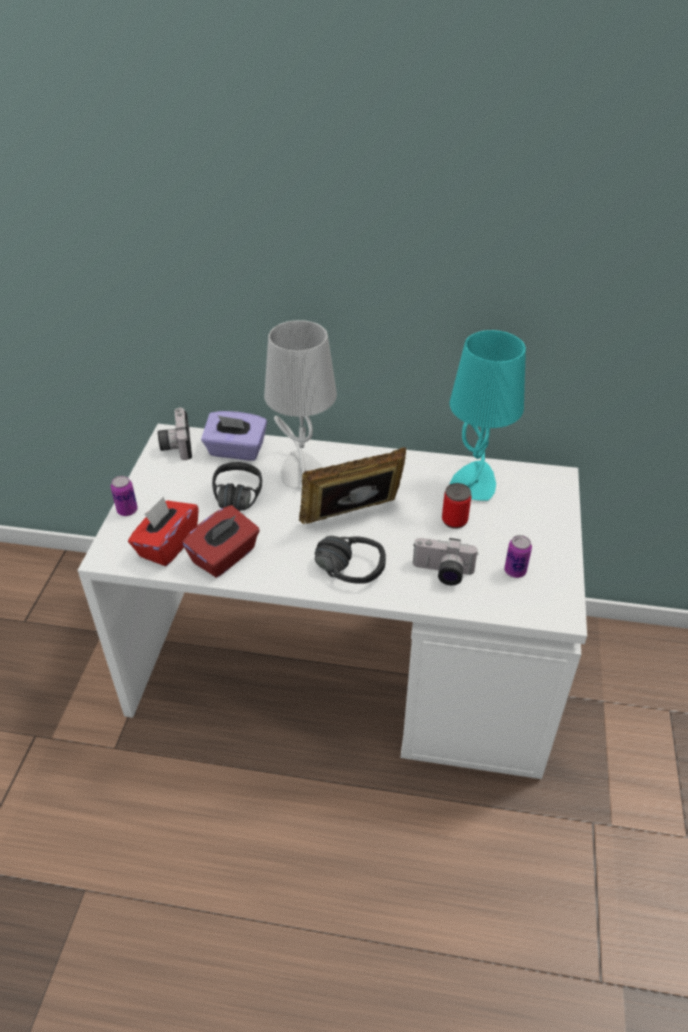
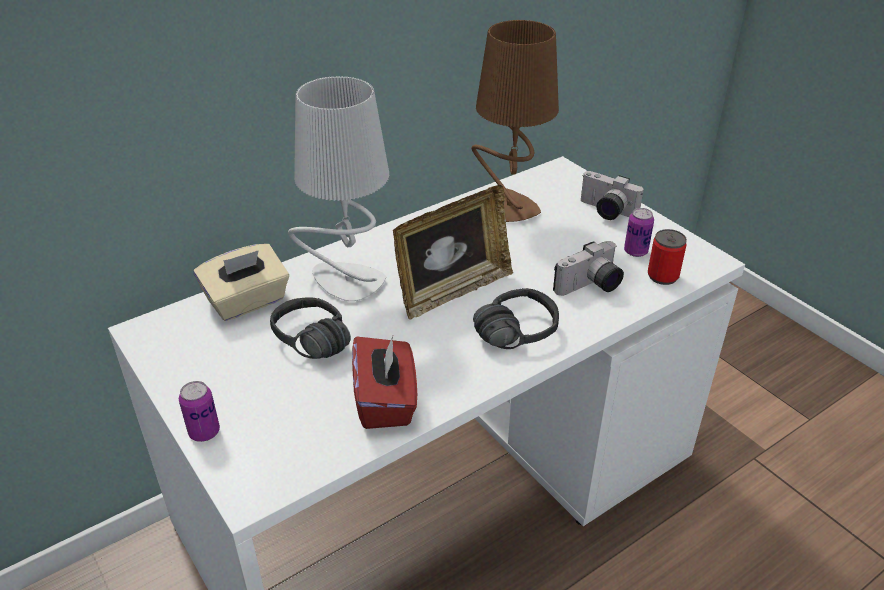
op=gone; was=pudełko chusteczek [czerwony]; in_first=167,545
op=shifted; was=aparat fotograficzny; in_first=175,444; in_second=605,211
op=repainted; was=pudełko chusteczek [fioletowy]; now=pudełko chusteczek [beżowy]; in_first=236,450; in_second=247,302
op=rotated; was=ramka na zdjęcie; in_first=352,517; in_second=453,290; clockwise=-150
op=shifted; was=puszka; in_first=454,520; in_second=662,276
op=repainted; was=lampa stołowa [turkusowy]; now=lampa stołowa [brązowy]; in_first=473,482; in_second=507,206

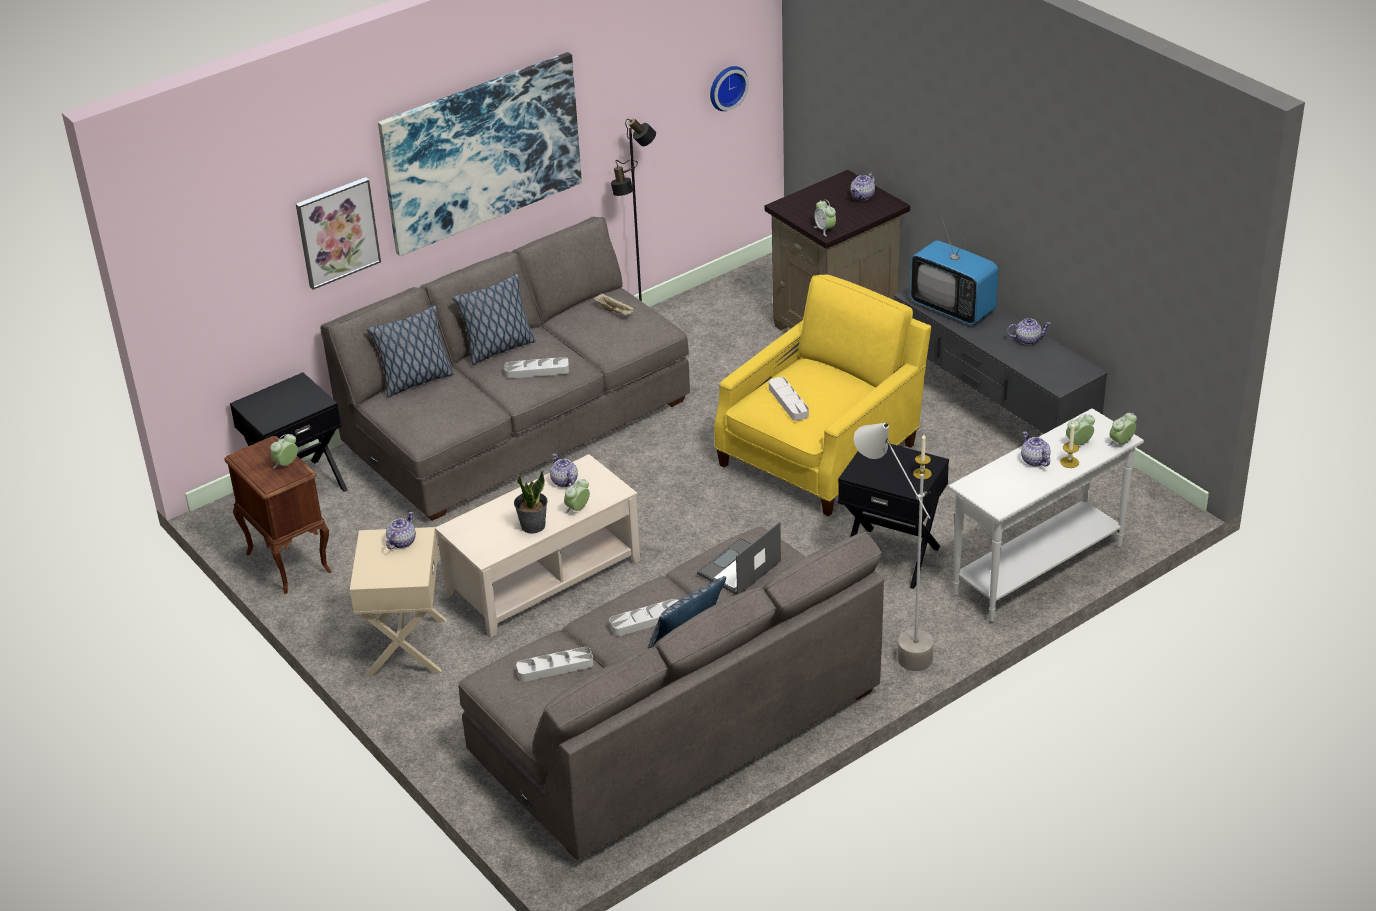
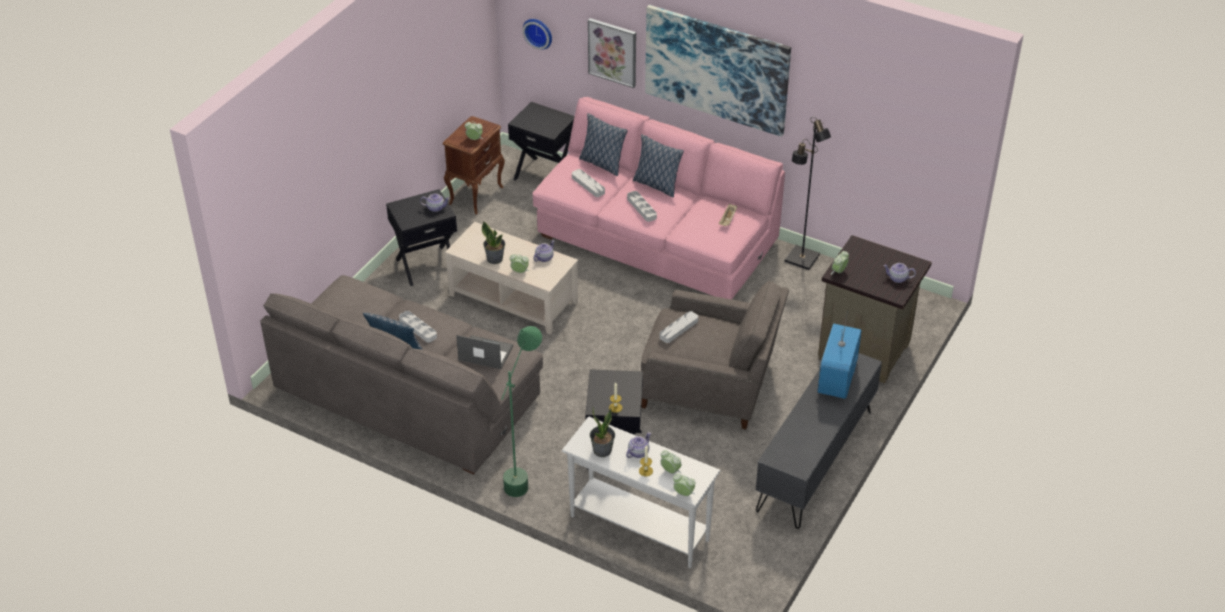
op=repainted; was=kanapa [szary]; now=kanapa [różowy]; in_first=516,425; in_second=655,239
op=repainted; was=stolik [beżowy]; now=stolik [czarny]; in_first=405,646; in_second=426,265
op=shifted; was=taca [szary]; in_first=555,667; in_second=588,185
op=shifted; was=zegar ścienny; in_first=726,87; in_second=538,32
op=repainted; was=fotel [żółty]; now=fotel [szary]; in_first=821,452; in_second=710,385
op=repainted; was=lampa stojąca [szary]; now=lampa stojąca [zielony]; in_first=892,645; in_second=524,473
op=gone; was=imbryk; in_first=1027,339
op=new; now=roślina doniczkowa; in_second=602,450

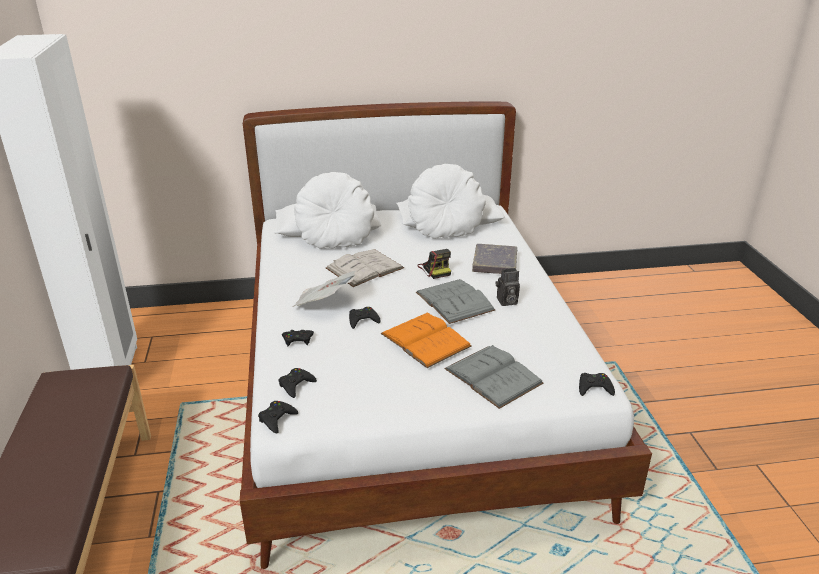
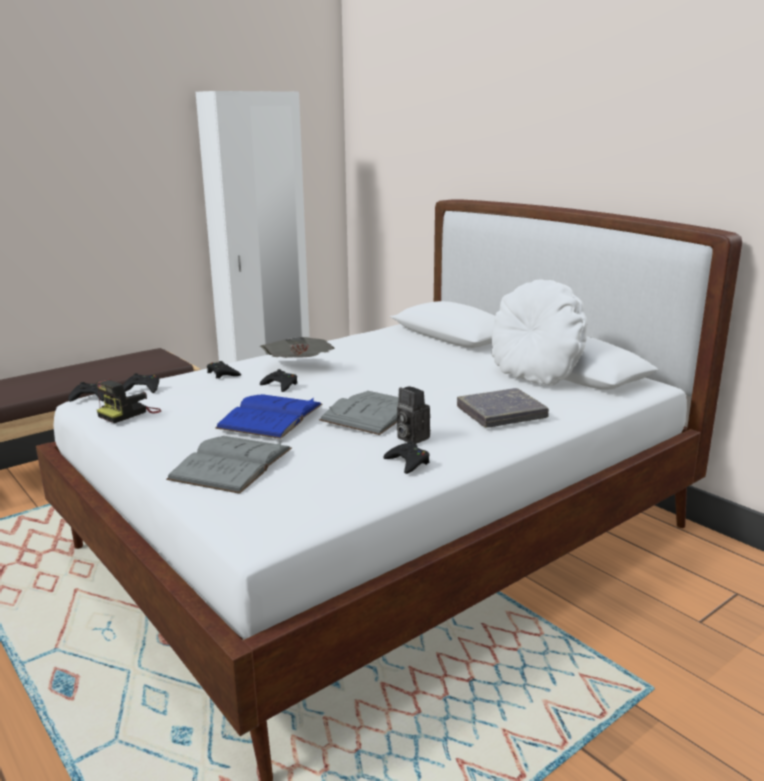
op=gone; was=poduszka [biały]; in_first=336,243
op=gone; was=książka [biały]; in_first=364,268
op=repainted; was=książka [pomarańczowy]; now=książka [niebieski]; in_first=425,340; in_second=270,416
op=shifted; was=aparat fotograficzny; in_first=435,269; in_second=129,413
op=shifted; was=pad do gier [czarny]; in_first=594,388; in_second=408,462

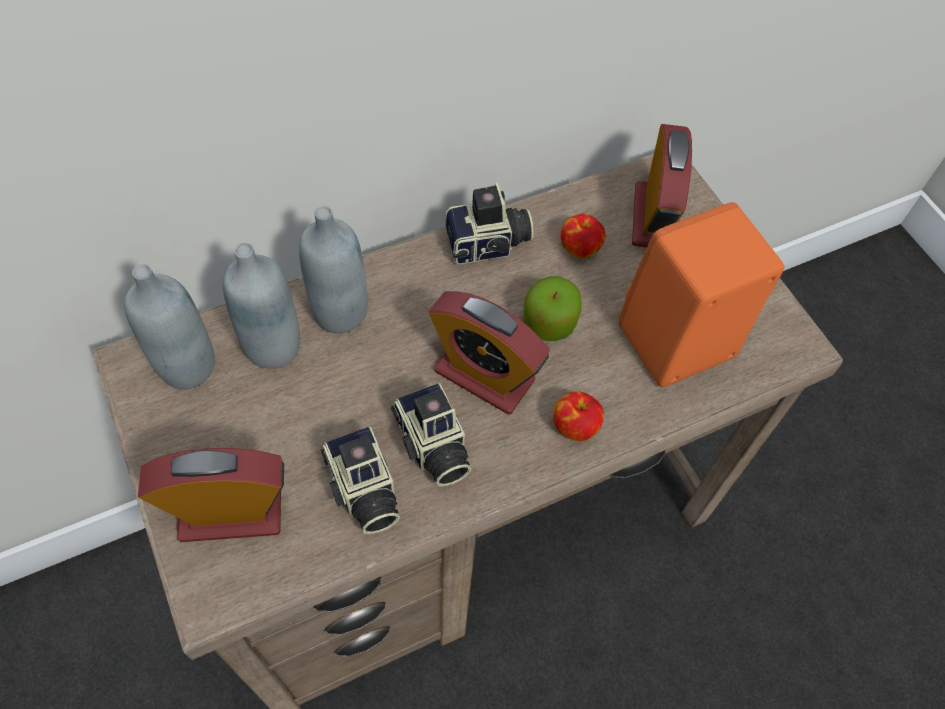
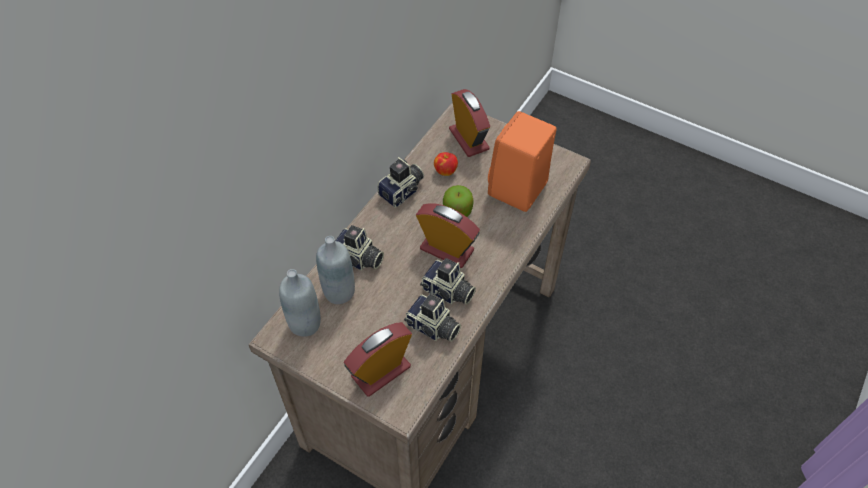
op=swapped; was=butelka [szary]; now=aparat fotograficzny; in_first=340,312; in_second=358,259
op=rotated; was=budzik; in_first=484,375; in_second=446,249; clockwise=-150
op=gone; was=jabłko; in_first=575,426

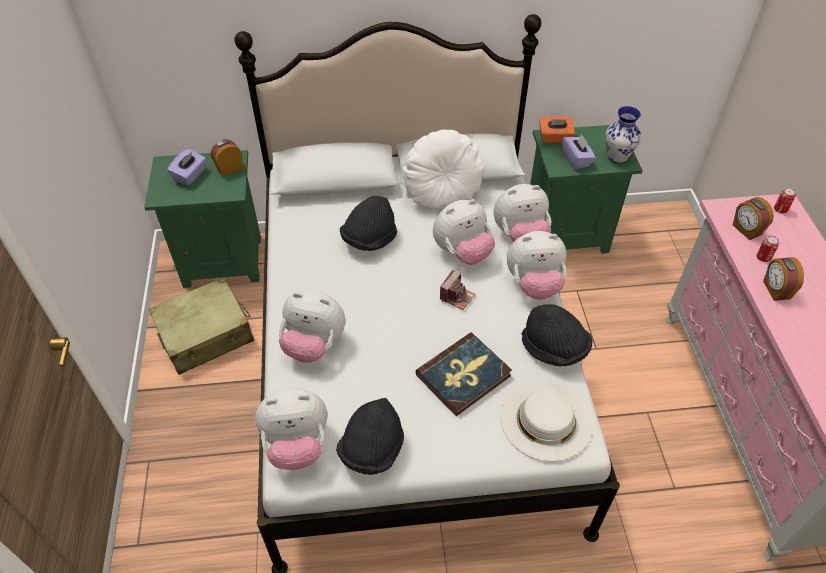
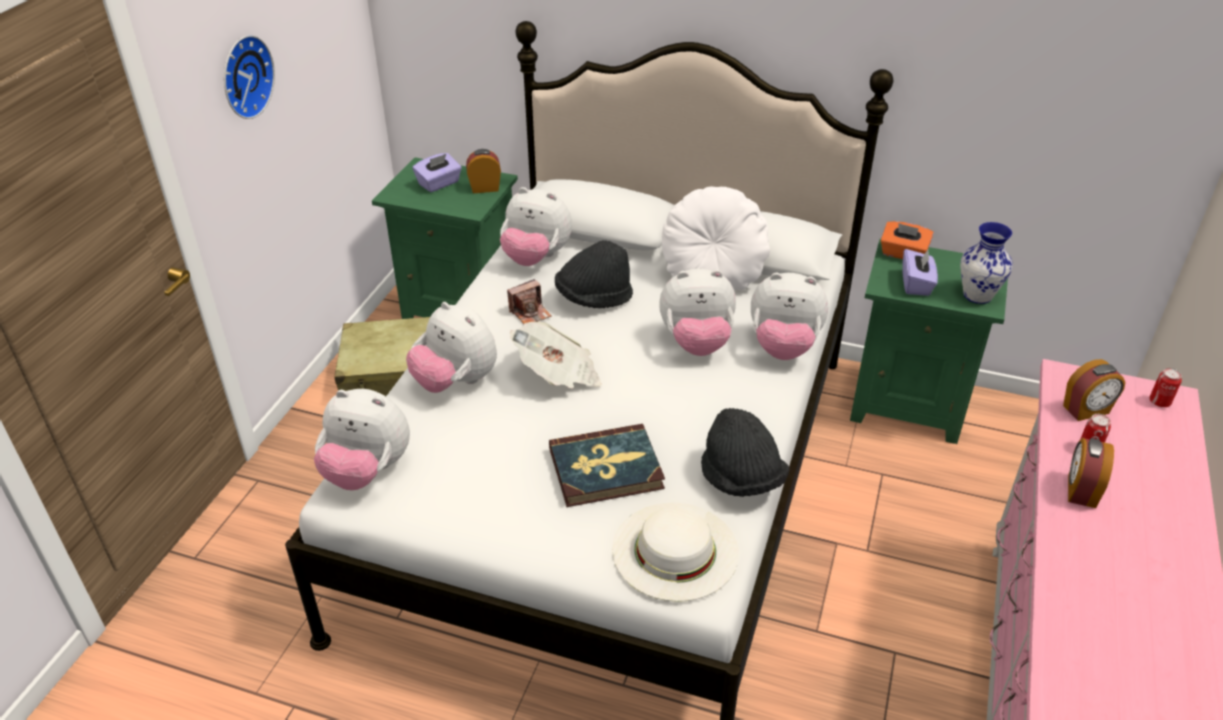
op=gone; was=kapelusz [czarny]; in_first=372,449
op=shifted; was=aparat fotograficzny; in_first=457,296; in_second=530,313
op=shifted; was=pluszak; in_first=534,284; in_second=536,258
op=rotated; was=budzik; in_first=746,230; in_second=1086,410; clockwise=-105
op=new; now=zegar ścienny; in_second=243,76
op=new; now=gazeta; in_second=558,375

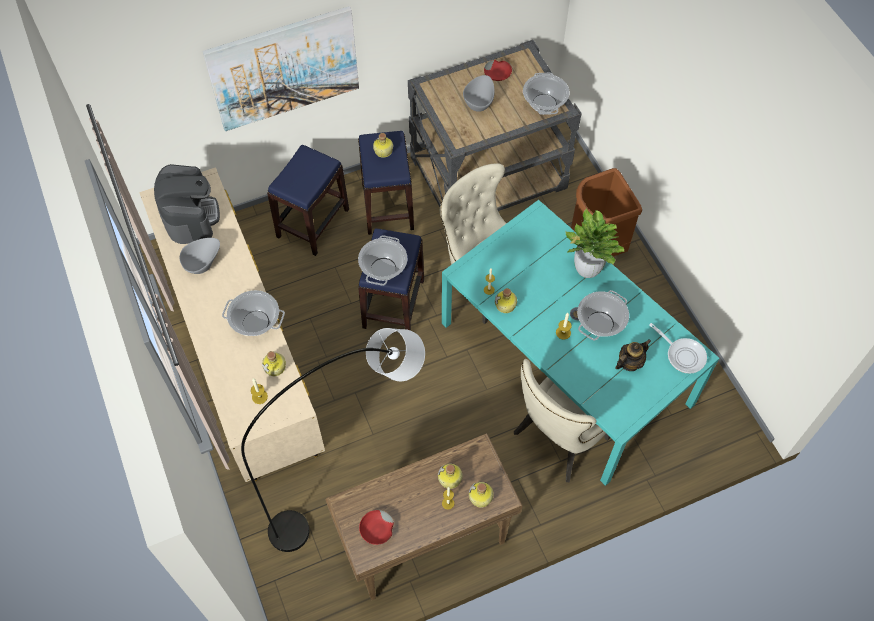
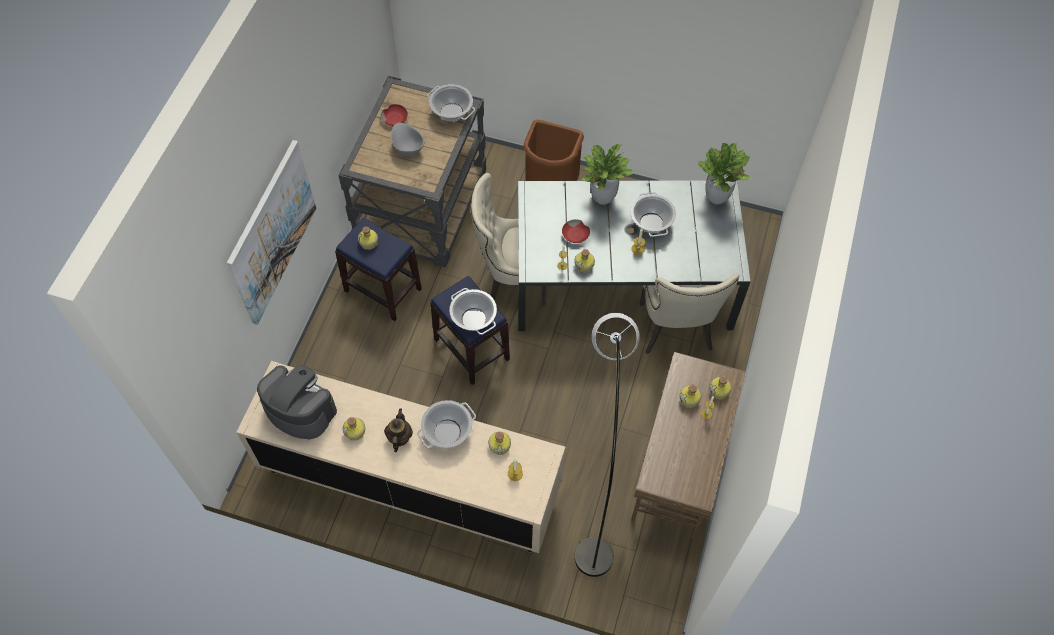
op=swapped; was=miska [szary]; now=butelka; in_first=203,263; in_second=355,432
op=gone; was=stołek; in_first=313,224
op=shifted; was=miska [czerwony]; in_first=376,530; in_second=575,235
op=repainted; was=stół jadalny [turkusowy]; now=stół jadalny [szary]; in_first=565,364; in_second=622,282
op=shifted; was=imbryk; in_first=629,363; in_second=399,438
op=swapped; was=patelnia; now=roślina doniczkowa; in_first=683,355; in_second=717,197

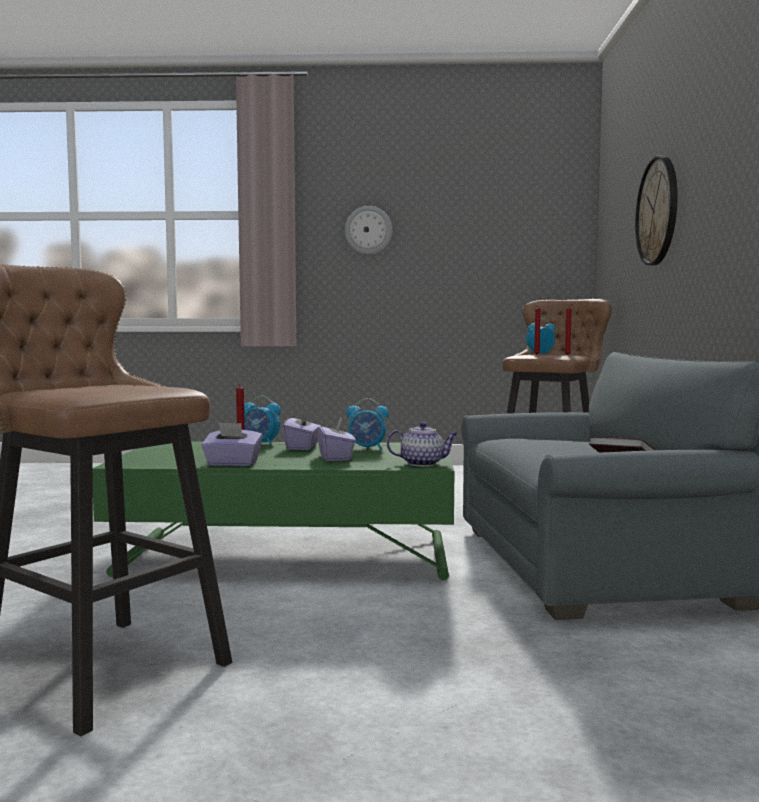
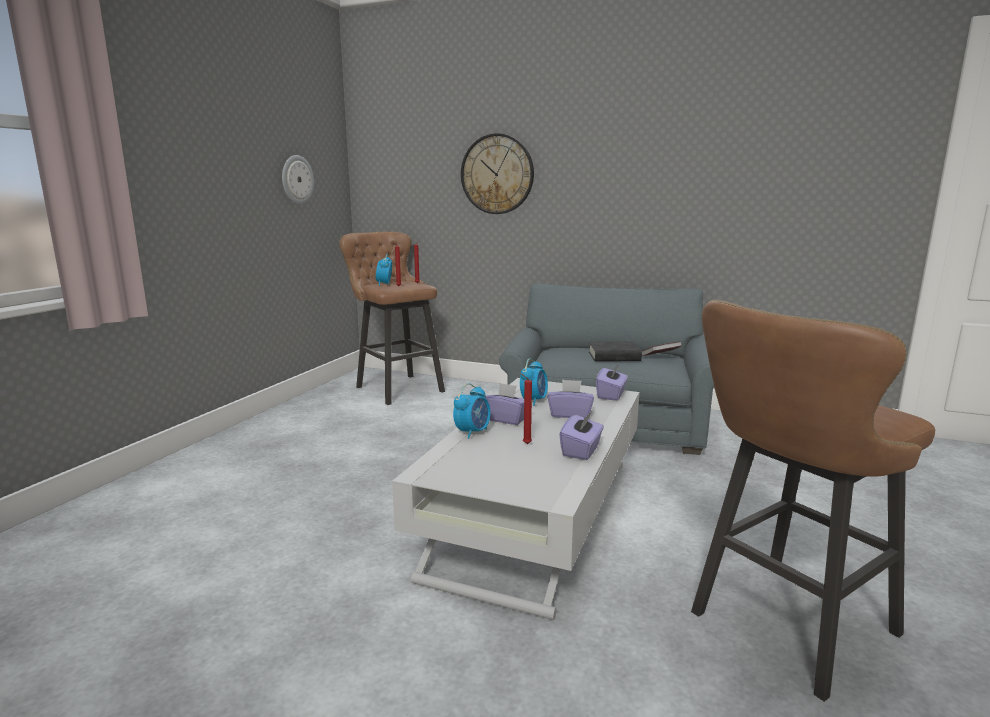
op=repainted; was=ława [zielony]; now=ława [biały]; in_first=289,556; in_second=536,515
op=shifted; was=zegar ścienny; in_first=368,230; in_second=297,179
op=swapped; was=imbryk; now=pudełko chusteczek [fioletowy]; in_first=423,463; in_second=611,395
op=new; now=książka [czarny]; in_second=614,356

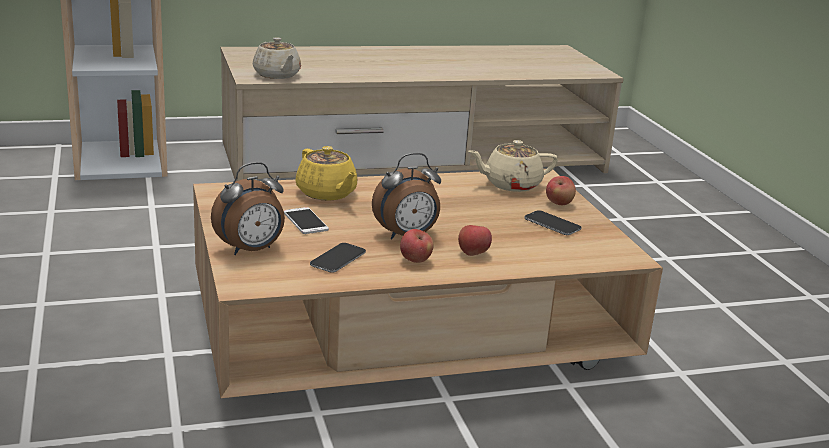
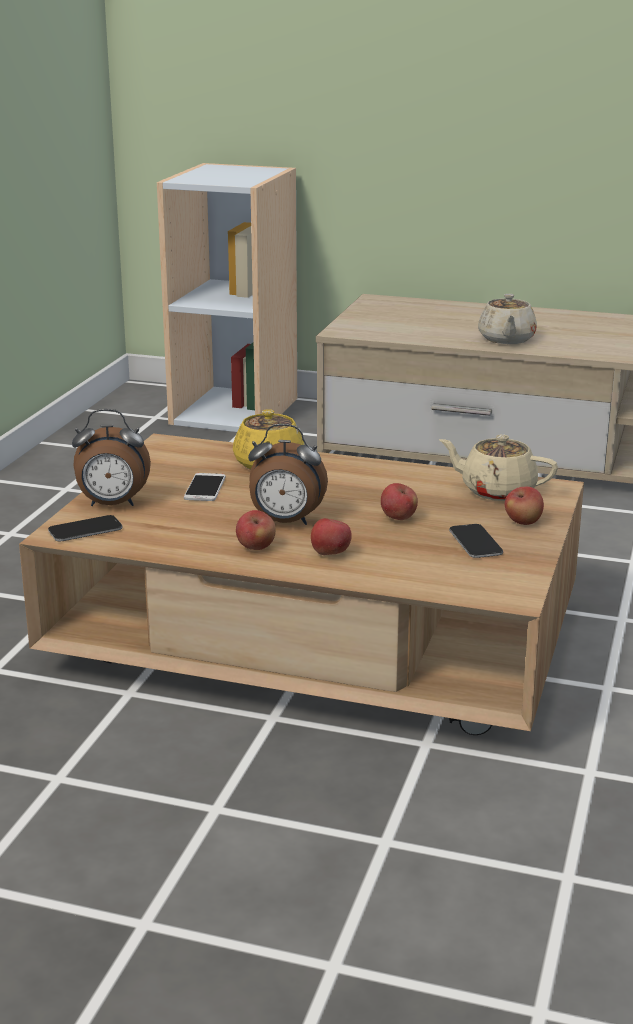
op=shifted; was=imbryk [beżowy]; in_first=277,75; in_second=506,339
op=shifted; was=telefon; in_first=338,259; in_second=85,530
op=new; now=jabłko; in_second=398,518

